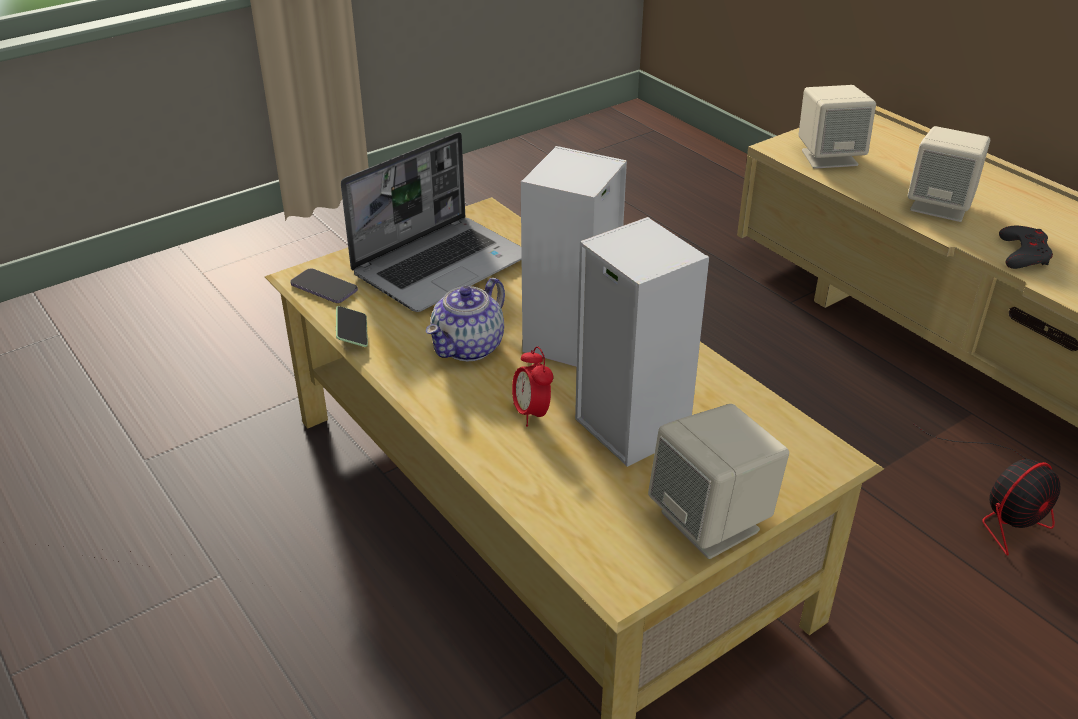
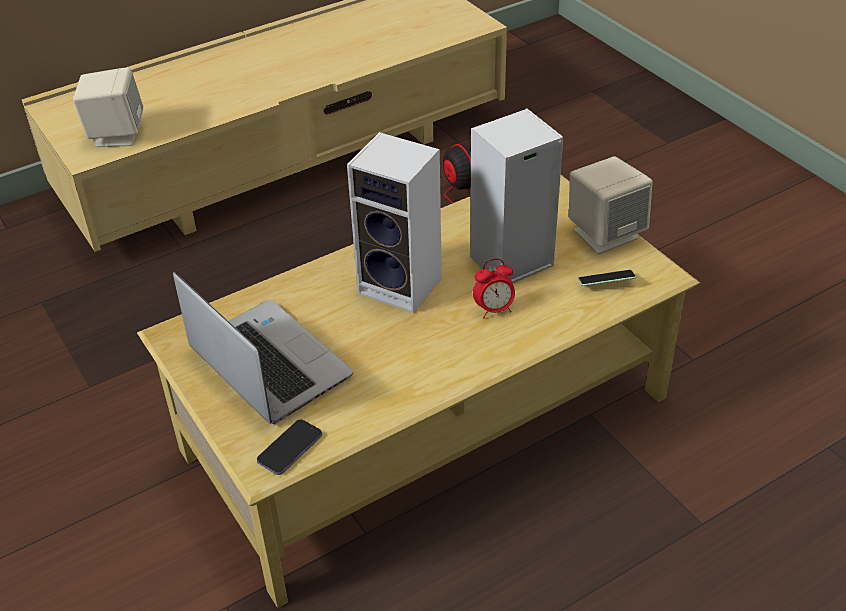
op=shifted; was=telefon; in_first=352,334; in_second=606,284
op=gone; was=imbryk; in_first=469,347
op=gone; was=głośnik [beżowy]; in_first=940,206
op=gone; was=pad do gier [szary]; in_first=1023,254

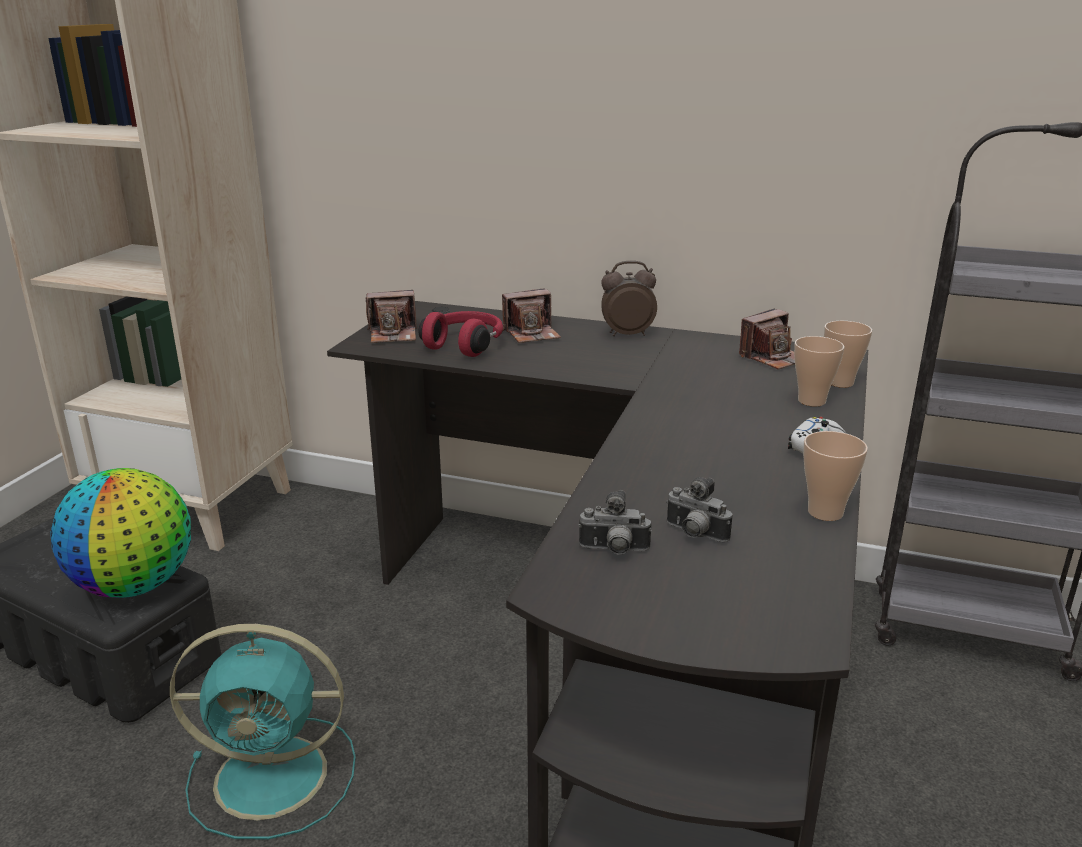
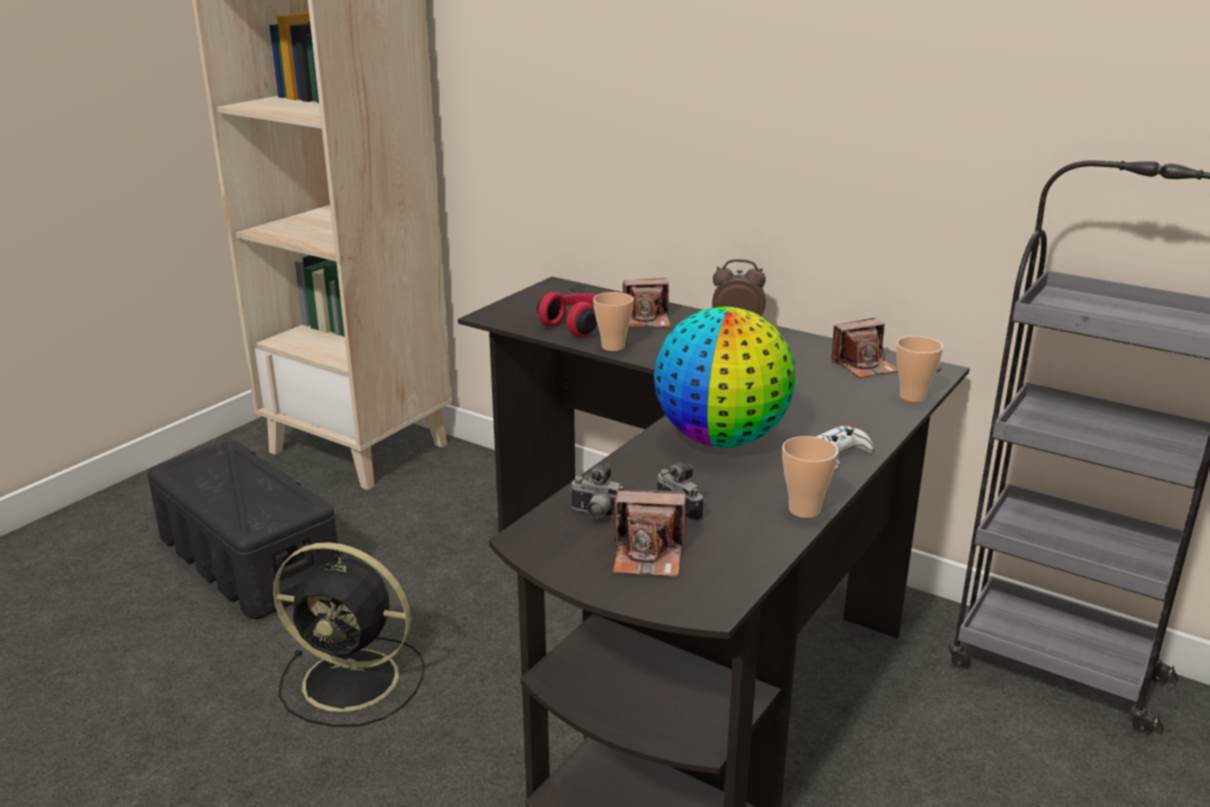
op=shifted; was=globus; in_first=135,585; in_second=721,439
op=repainted; was=wentylator [turkusowy]; now=wentylator [czarny]; in_first=276,776; in_second=355,680
op=shifted; was=aparat fotograficzny; in_first=393,334; in_second=649,556
op=shifted; was=filiżanka; in_first=811,401; in_second=613,347

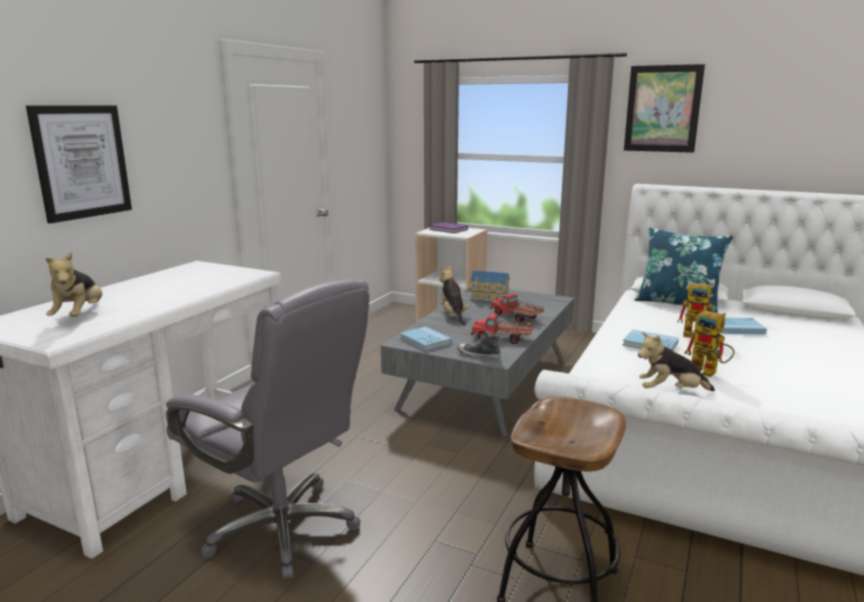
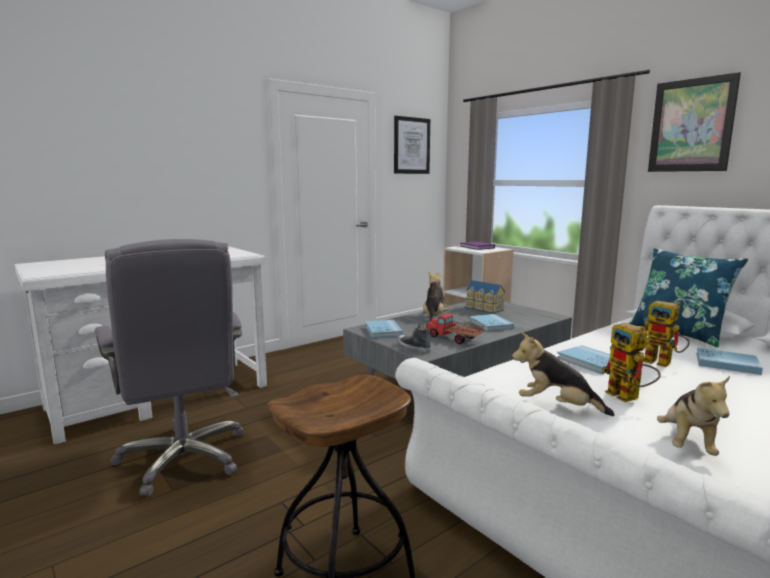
op=shifted; was=obraz; in_first=81,162; in_second=411,145
op=shifted; was=pluszak; in_first=80,315; in_second=687,444
op=swapped; was=ciężarówka zabawkowa; now=książka [niebieski]; in_first=516,317; in_second=490,324

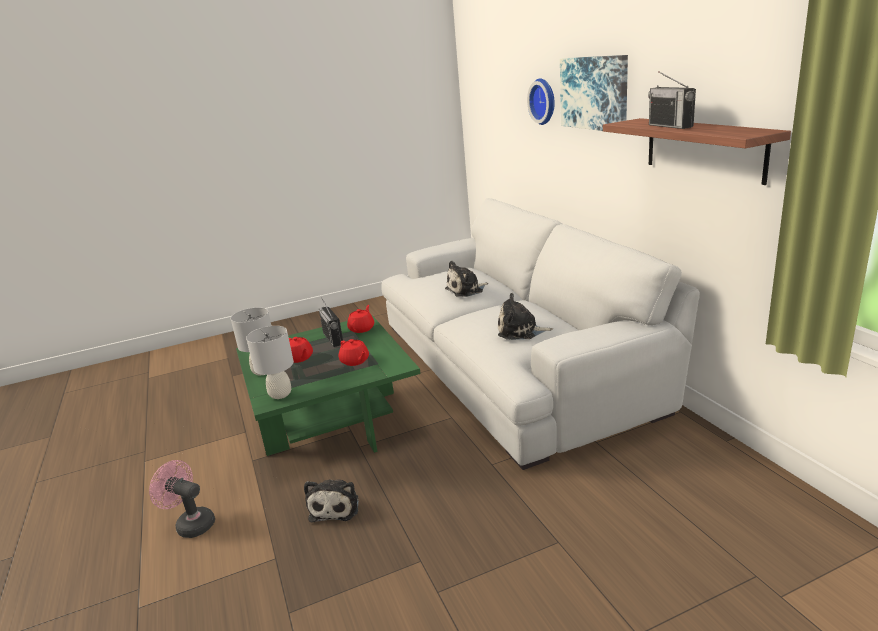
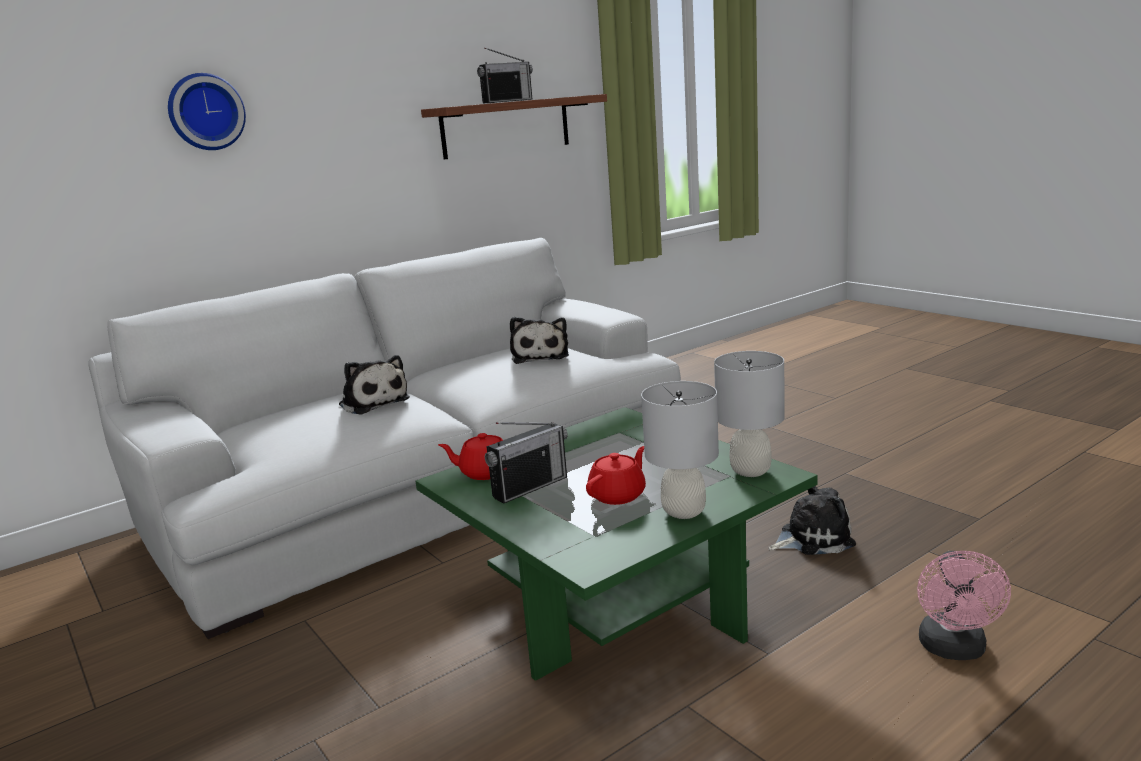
op=gone; was=imbryk [czerwony]; in_first=355,361
op=gone; was=obraz; in_first=594,93

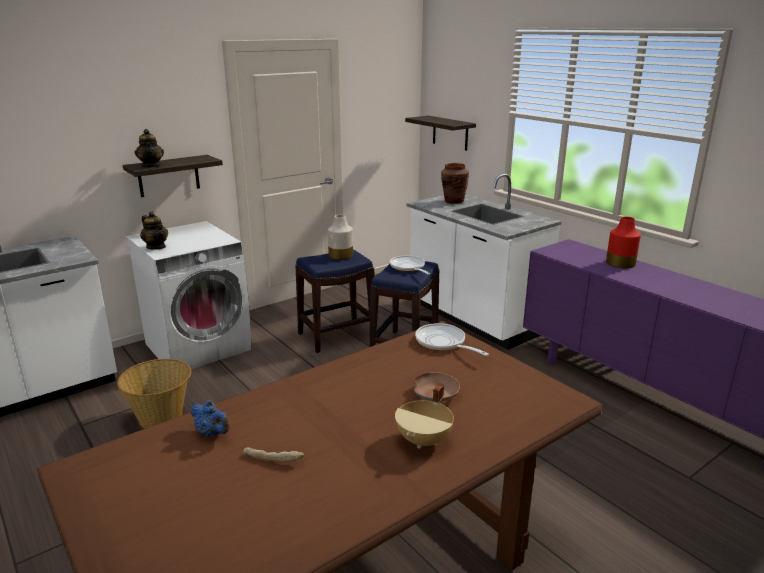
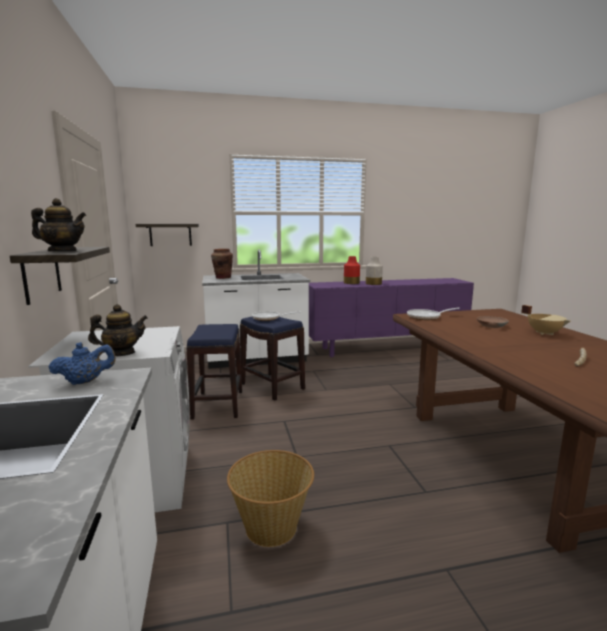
op=shifted; was=imbryk [niebieski]; in_first=212,433; in_second=85,382
op=shifted; was=wazon [beżowy]; in_first=341,255; in_second=373,283

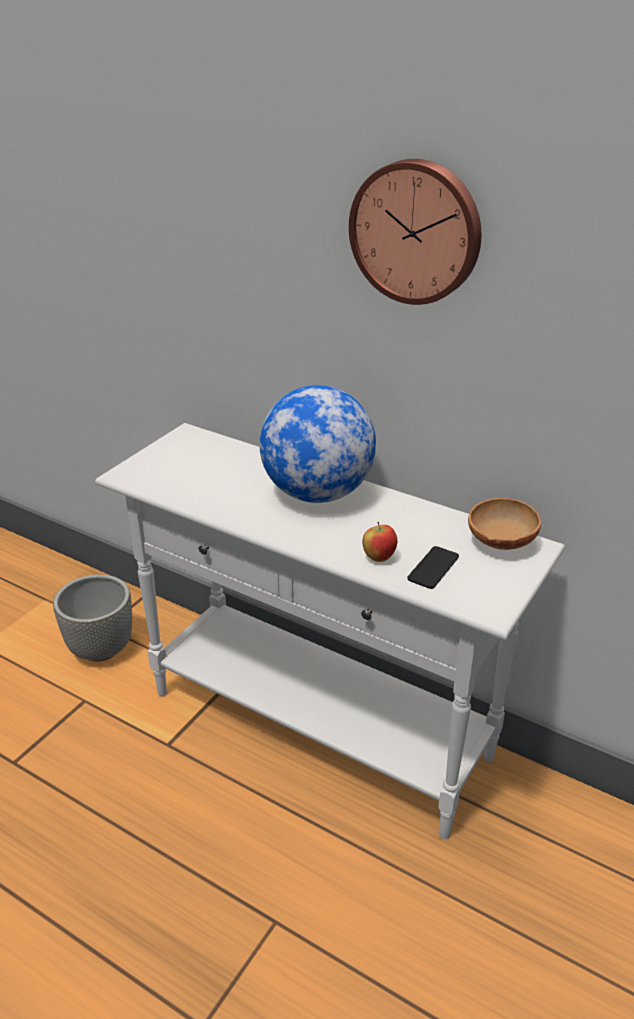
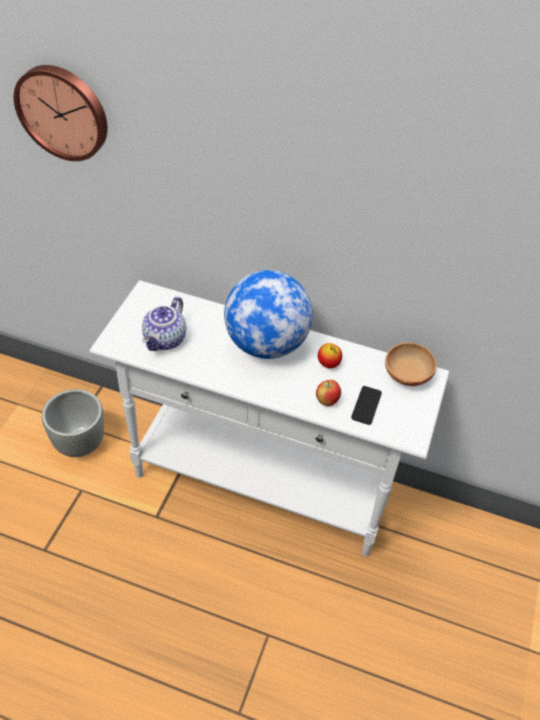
op=shifted; was=zegar ścienny; in_first=416,231; in_second=63,111
op=new; now=imbryk; in_second=165,340
op=new; now=jabłko; in_second=328,364

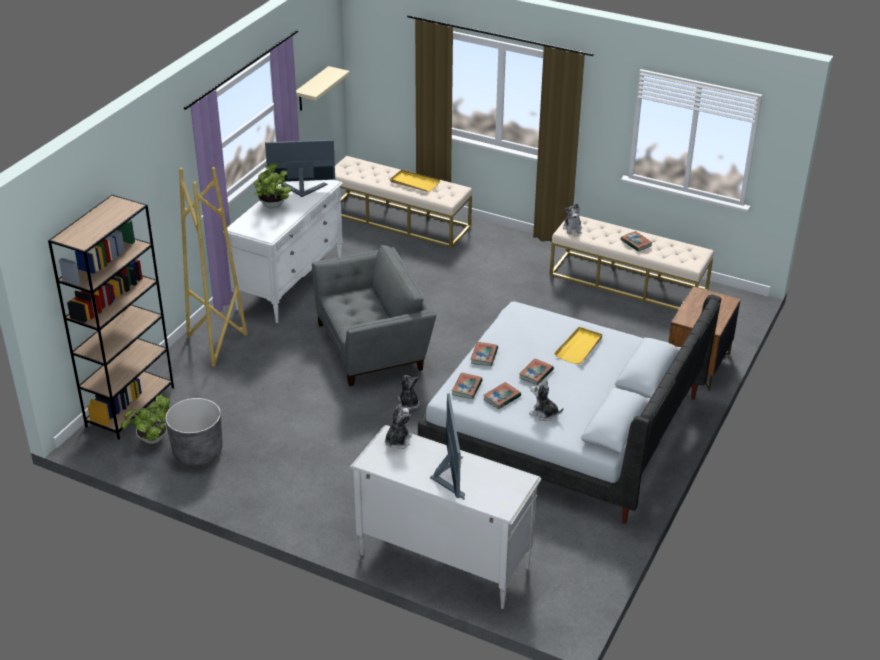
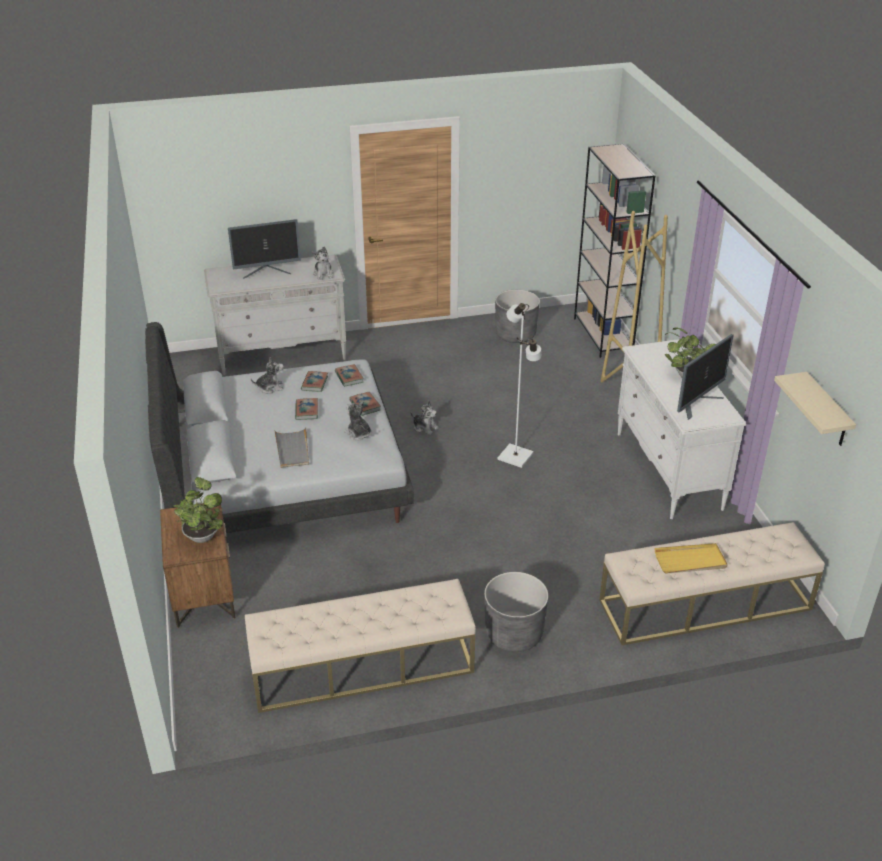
op=shifted; was=roślina doniczkowa; in_first=151,440; in_second=202,535
op=swapped; was=fotel [szary]; now=lampa stojąca [biały]; in_first=374,345; in_second=515,456
op=rotated; was=monitor; in_first=449,477; in_second=267,271; clockwise=-60
op=repainted; was=taca [żółty]; now=taca [szary]; in_first=579,347; in_second=292,449
op=shifted; was=pluszak; in_first=572,228; in_second=358,434
op=gone; was=książka; in_first=636,243
op=new; now=donica [szary]; in_second=514,634

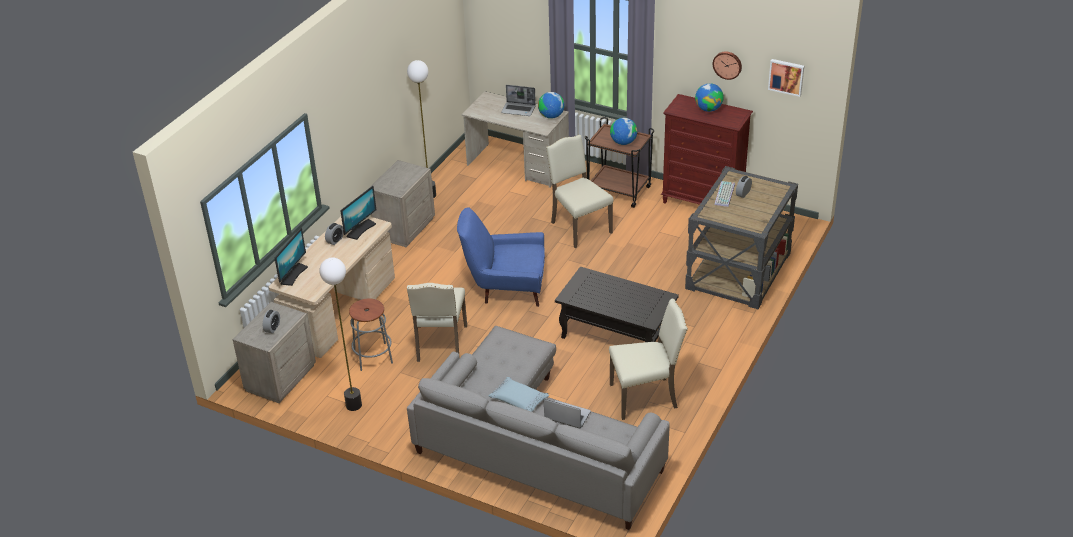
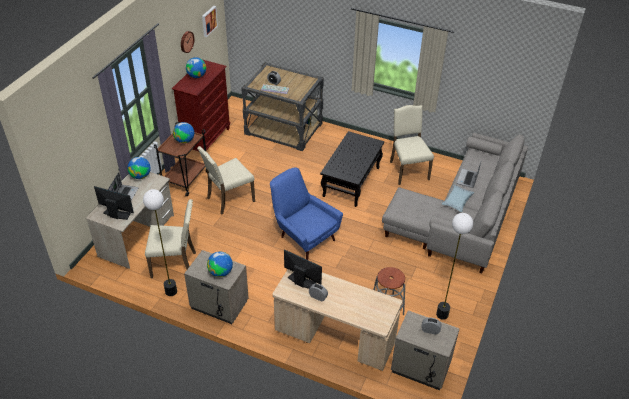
op=shifted; was=monitor; in_first=293,274; in_second=116,214
op=shifted; was=krzesło [beżowy]; in_first=440,344; in_second=175,264
op=rotated; was=fotel [niebieski]; in_first=506,289; in_second=303,236; clockwise=135
op=new; now=globus; in_second=221,272

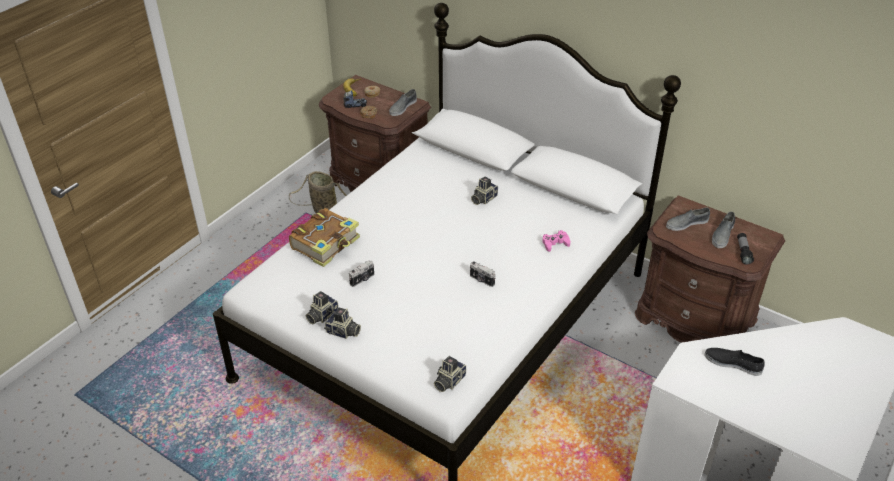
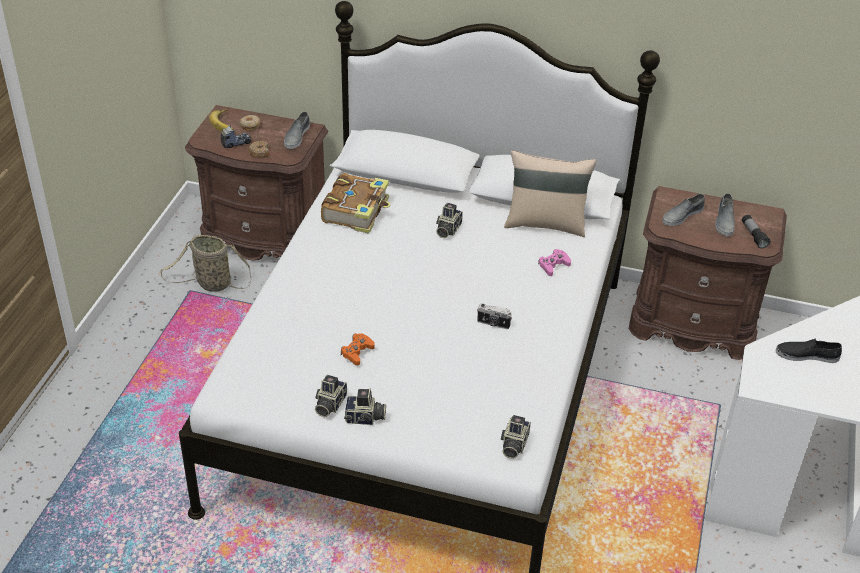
op=shifted; was=książka; in_first=326,244; in_second=357,211
op=swapped; was=aparat fotograficzny; now=pad do gier [pomarańczowy]; in_first=362,280; in_second=357,352
op=new; now=poduszka [beżowy]; in_second=545,223

